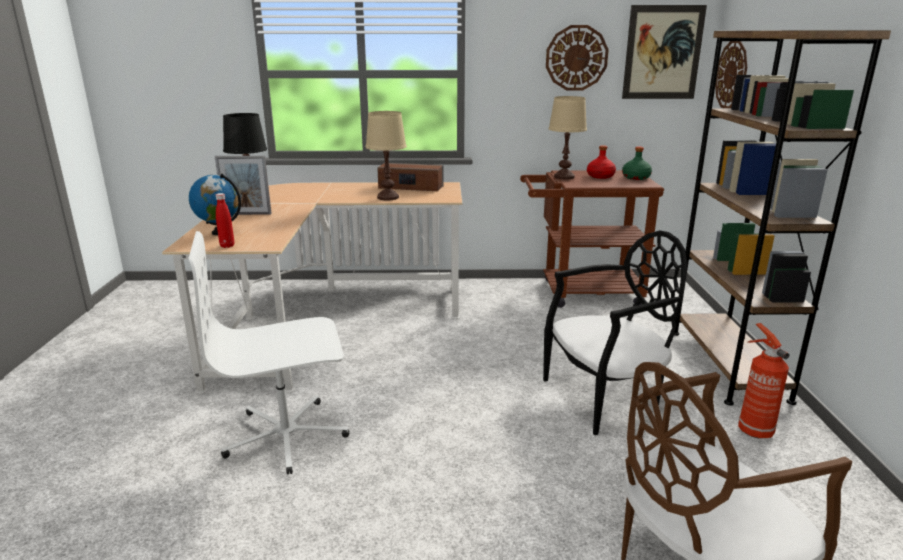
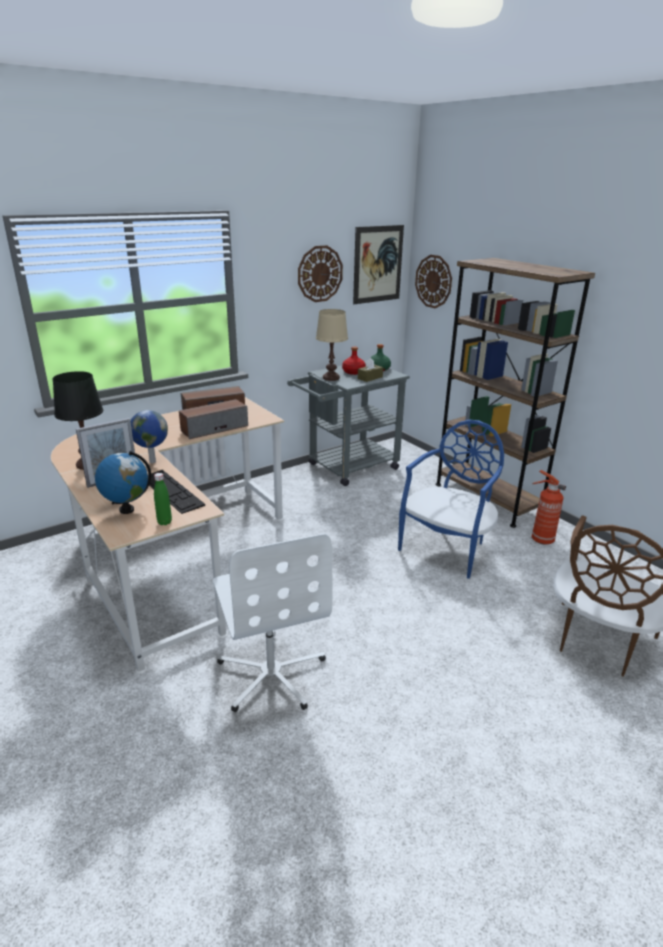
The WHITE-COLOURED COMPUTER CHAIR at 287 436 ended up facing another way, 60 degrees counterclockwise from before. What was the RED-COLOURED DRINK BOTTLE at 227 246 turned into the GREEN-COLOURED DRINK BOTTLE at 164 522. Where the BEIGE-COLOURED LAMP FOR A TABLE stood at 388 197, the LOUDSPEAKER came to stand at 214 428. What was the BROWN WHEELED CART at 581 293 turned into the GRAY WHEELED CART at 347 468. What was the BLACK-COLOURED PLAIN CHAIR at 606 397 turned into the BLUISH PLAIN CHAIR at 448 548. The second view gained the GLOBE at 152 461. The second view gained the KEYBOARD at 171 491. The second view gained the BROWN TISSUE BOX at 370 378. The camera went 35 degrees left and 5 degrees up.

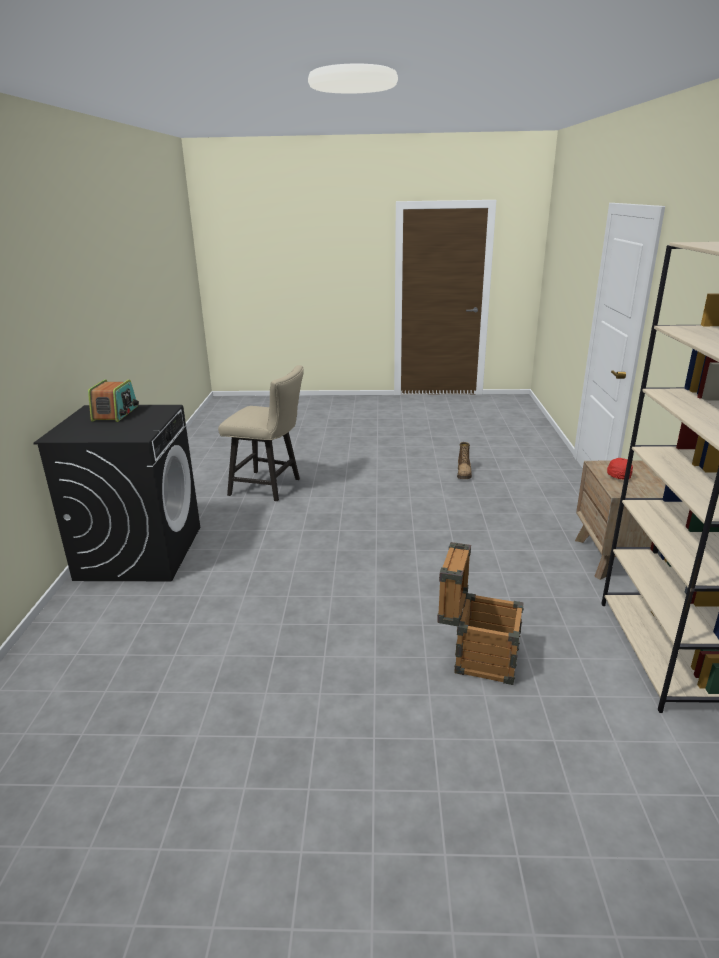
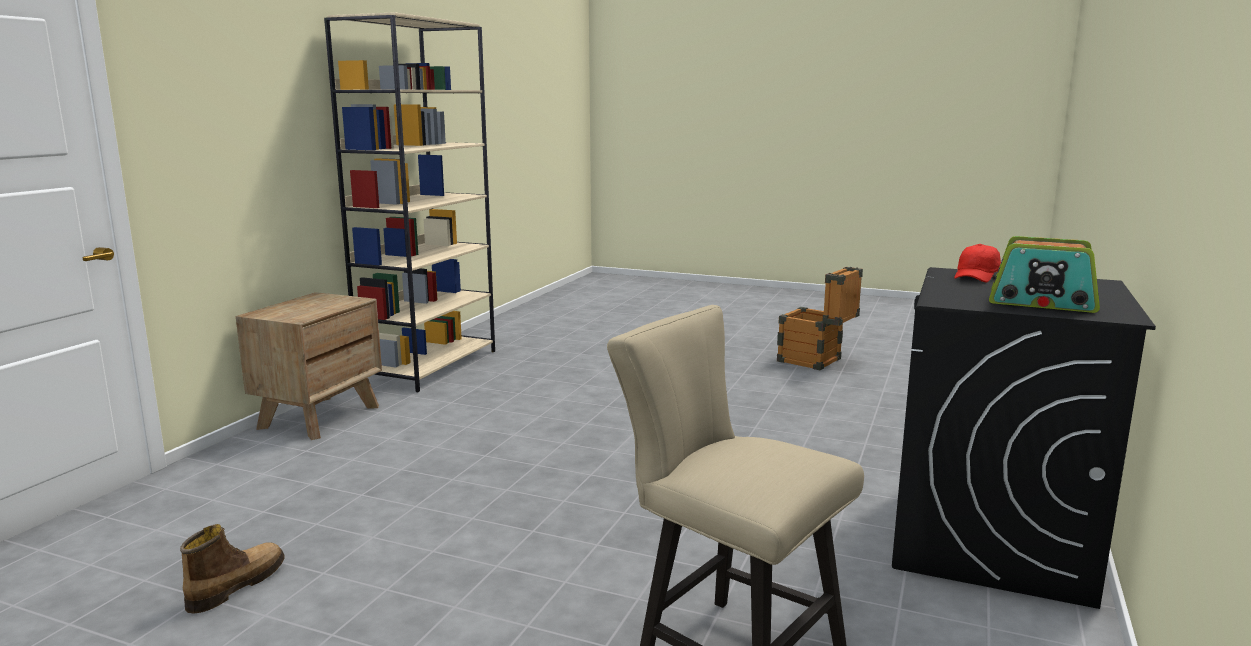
The RADIO at 115 414 ended up facing another way, 90 degrees counterclockwise from before. The CRATE ended up elsewhere, having gone from 477 657 to 816 362. The RED-COLOURED PEAKED CAP ended up elsewhere, having gone from 617 474 to 976 276. The camera went 160 degrees left and 10 degrees down.

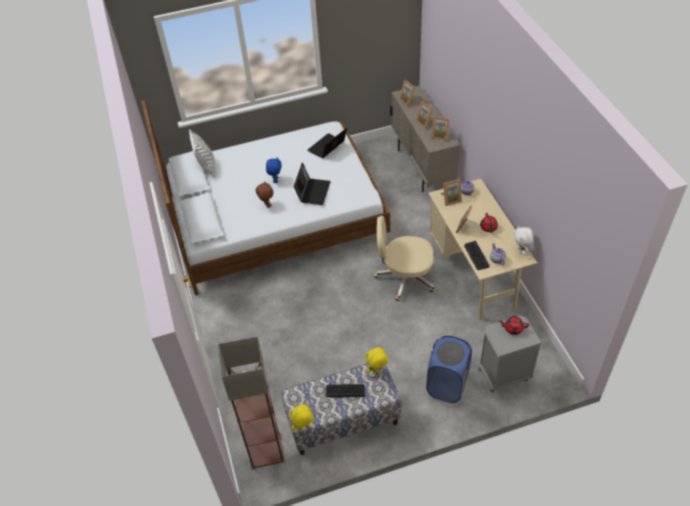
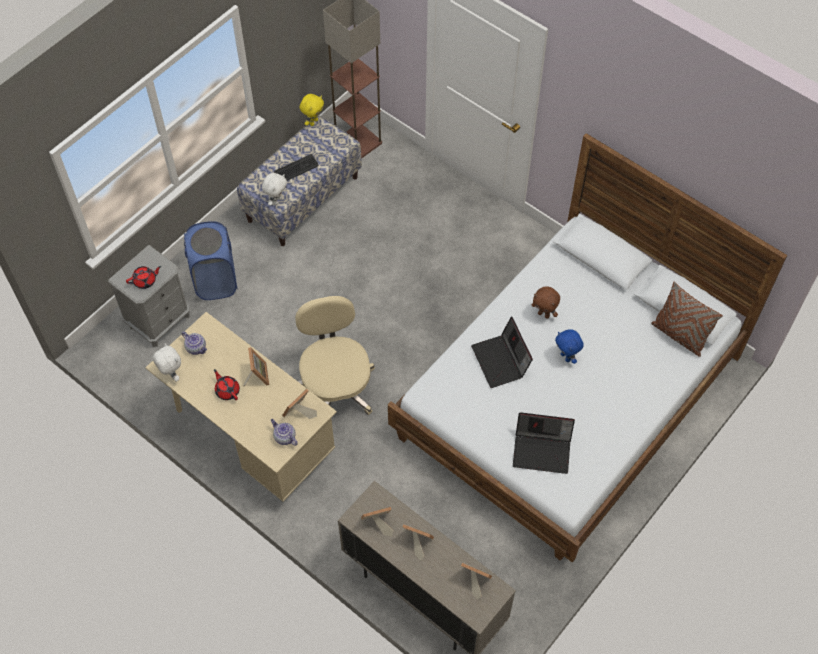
What was the WHITE-COLOURED THROW PILLOW at 206 166 turned into the BROWN THROW PILLOW at 679 335. The PORTABLE COMPUTER at 327 148 ended up facing another way, 90 degrees clockwise from before. What was the YELLOW PLUSH TOY at 377 371 turned into the WHITE-COLOURED PLUSH TOY at 277 200. The BEIGE-COLOURED COMPUTER CHAIR at 404 277 ended up facing another way, 75 degrees counterclockwise from before. The second view lost the KEYBOARD at 476 256. The camera went 145 degrees right and 10 degrees up.

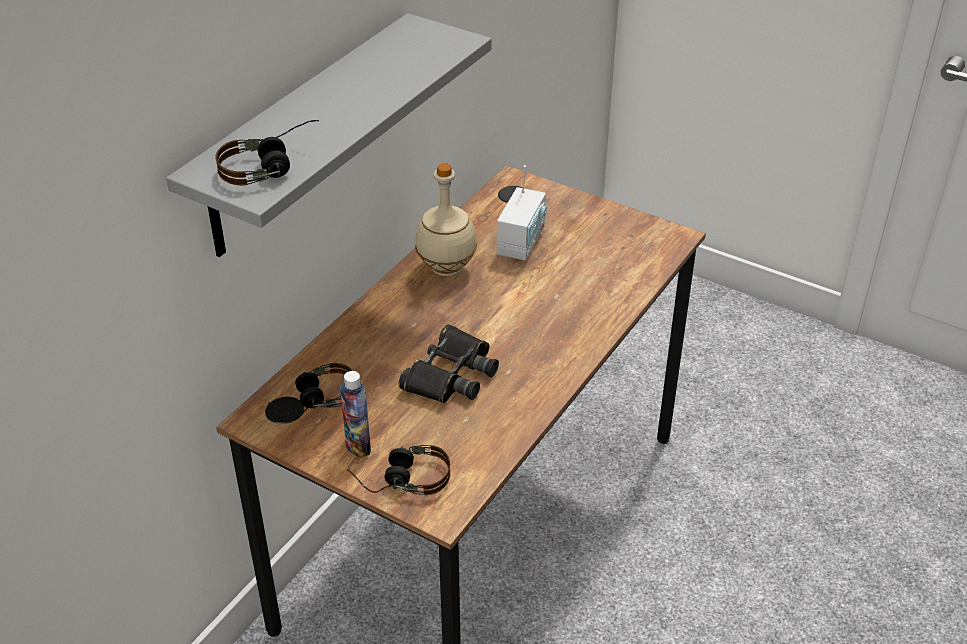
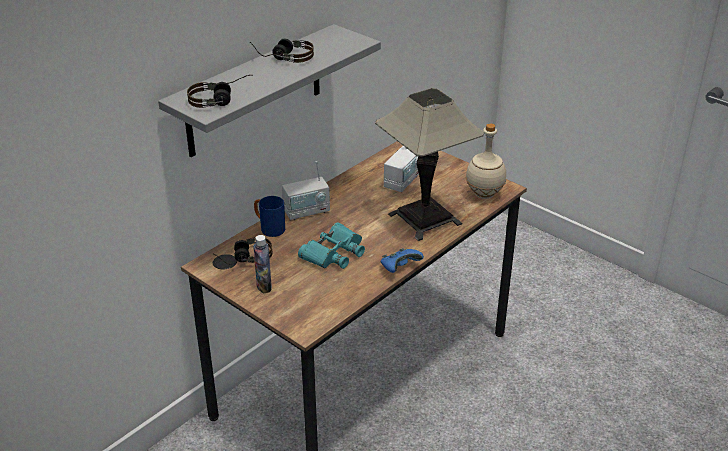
The HEADPHONES ended up elsewhere, having gone from 401 479 to 283 57. What was the BLACK-COLOURED PAIR OF BINOCULARS at 451 374 turned into the TURQUOISE PAIR OF BINOCULARS at 334 253. The BEIGE-COLOURED DRINK BOTTLE ended up elsewhere, having gone from 446 269 to 483 195. The second view gained the BLUISH TEA MUG at 269 228. The second view gained the RADIO at 307 212. The second view gained the LAMP FOR A TABLE at 425 219. The second view gained the BLUISH GAME CONTROLLER at 399 268. The camera went 10 degrees right and 5 degrees down.

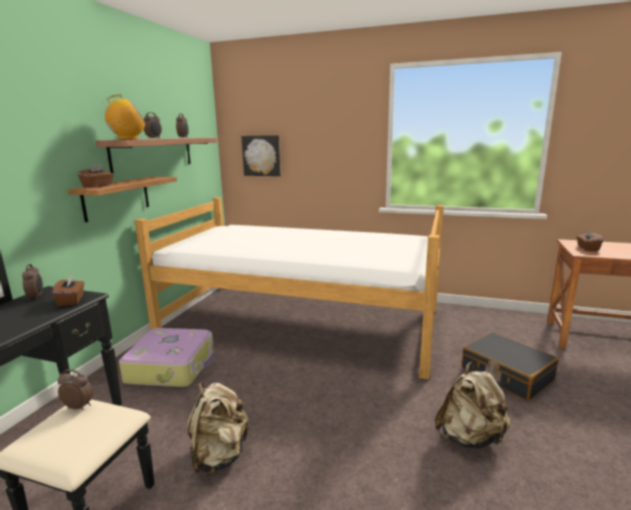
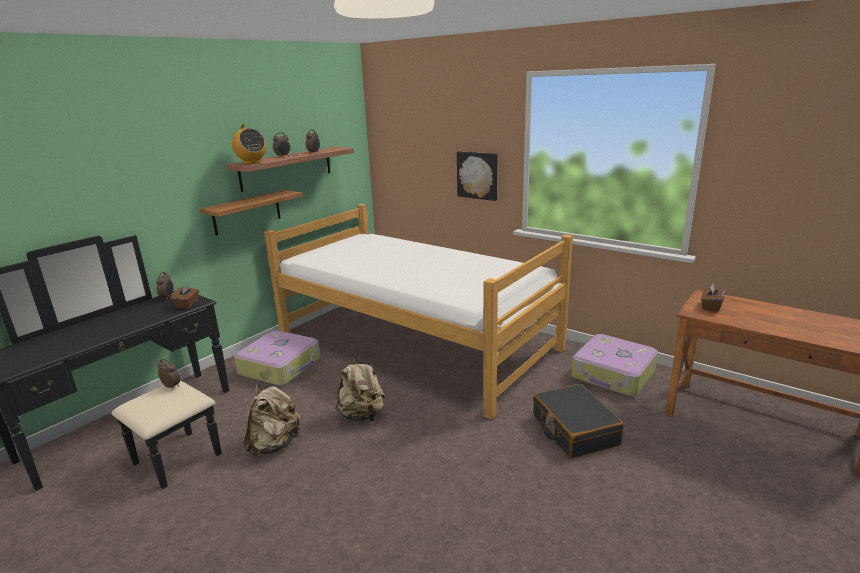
The second view lost the BROWN TISSUE BOX at 98 186. The RADIO at 128 139 ended up facing another way, 60 degrees clockwise from before. The WALL ART ended up elsewhere, having gone from 262 155 to 478 175. The BEIGE-COLOURED RUCKSACK ended up elsewhere, having gone from 470 438 to 362 415. The second view gained the TRAVEL CASE at 613 375. The camera went 20 degrees right and 5 degrees up.

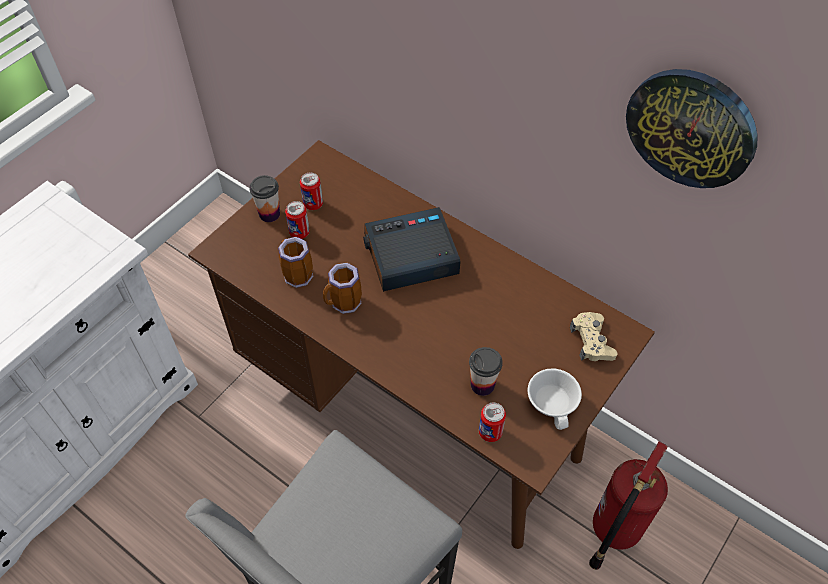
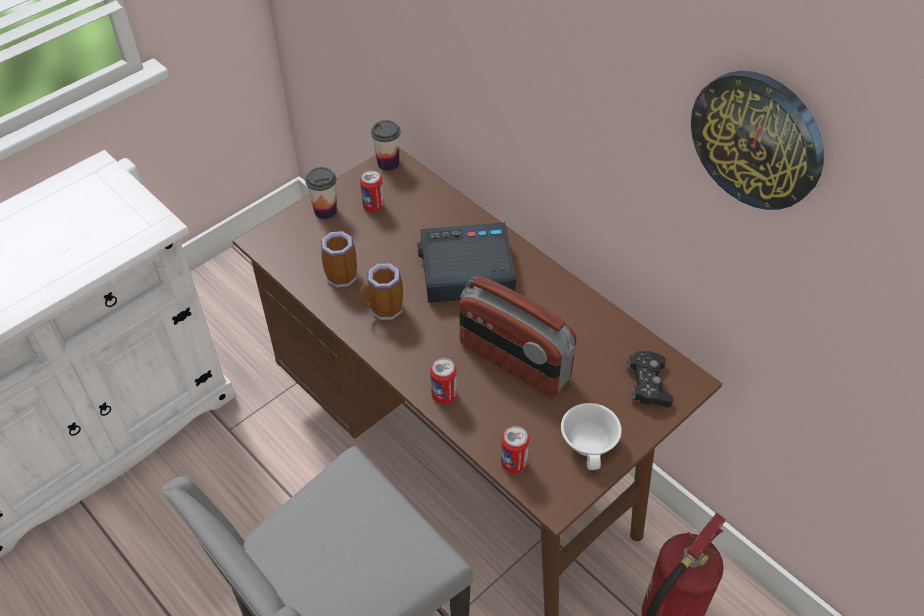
The CAN ended up elsewhere, having gone from 299 233 to 444 395. The SMALL CUP ended up elsewhere, having gone from 482 385 to 388 163. What was the BEIGE-COLOURED GAME CONTROLLER at 592 341 turned into the BLACK-COLOURED GAME CONTROLLER at 648 384. The second view gained the RADIO at 513 362. The camera went 10 degrees right and 5 degrees down.

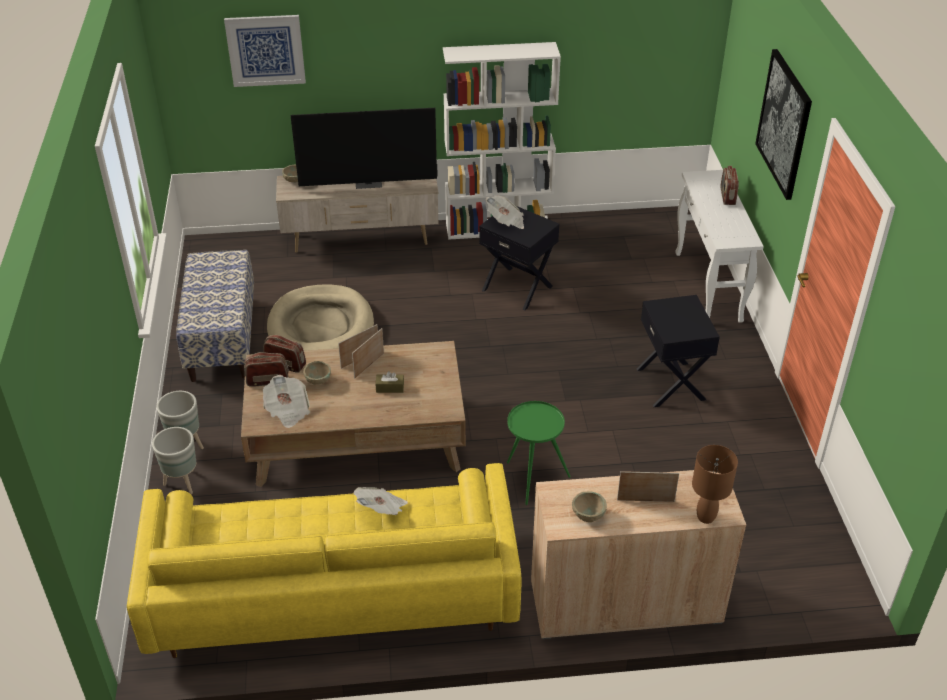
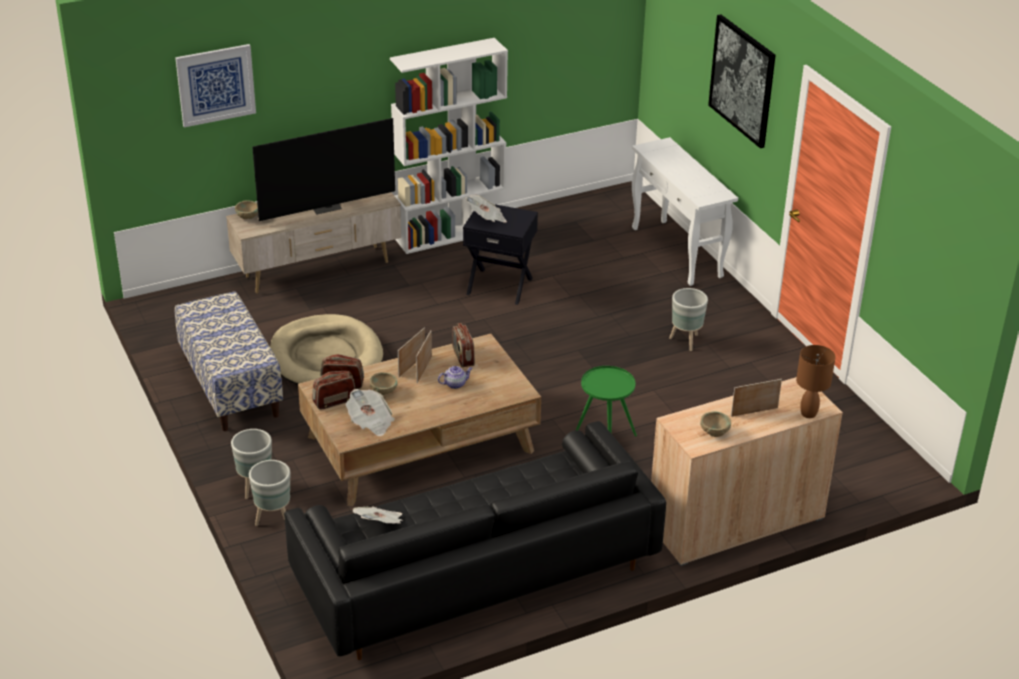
What was the YELLOW SOFA at 333 591 turned into the BLACK-COLOURED SOFA at 475 573. The NEWSPAPER ended up elsewhere, having gone from 382 509 to 380 525. Where the BROWN TISSUE BOX stood at 390 387, the TEAPOT came to stand at 455 384. Where the BLACK-COLOURED ACCENT TABLE stood at 672 384, the GRAY PLANT POT came to stand at 686 341. The RADIO ended up elsewhere, having gone from 727 196 to 462 357. The camera went 20 degrees left and 5 degrees down.

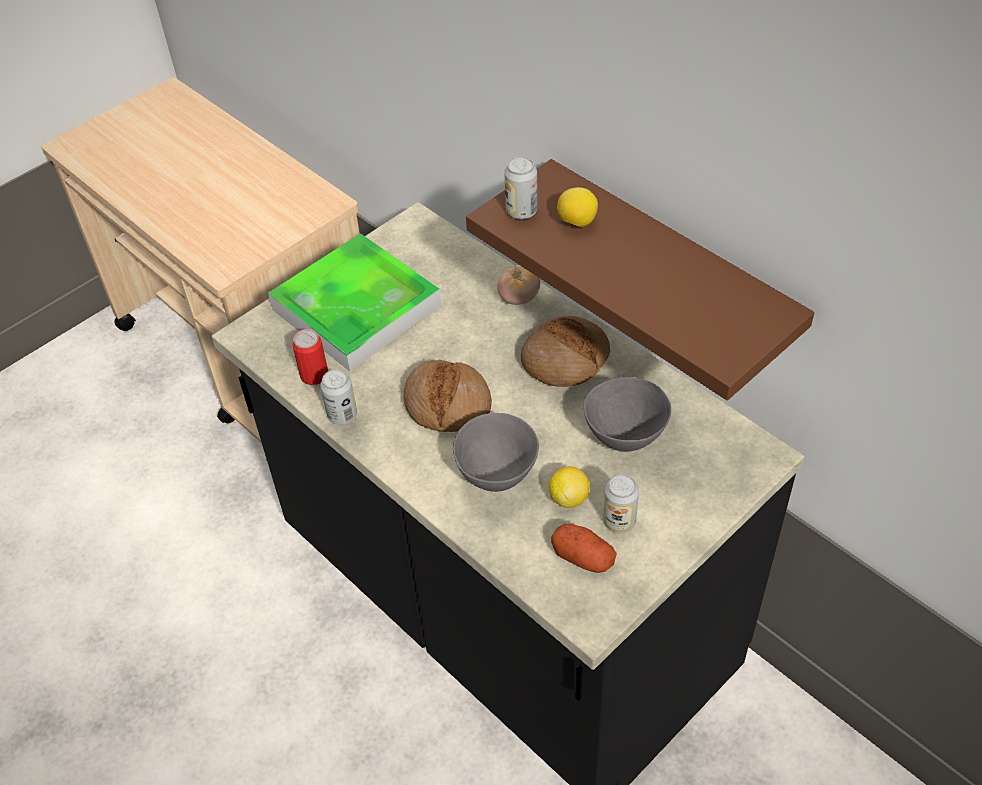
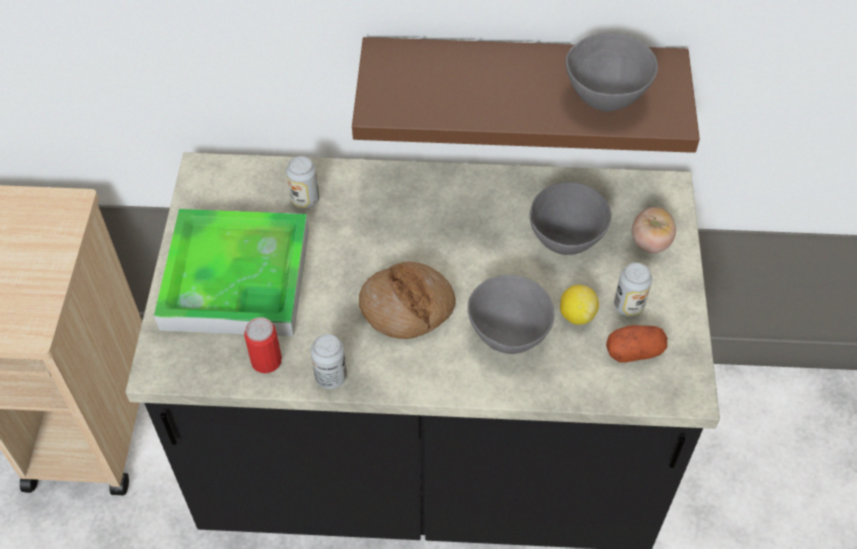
The TOMATO ended up elsewhere, having gone from 519 298 to 650 242. The CAN ended up elsewhere, having gone from 521 211 to 305 200. The second view lost the BAKED BREAD at 565 360. The second view lost the WHOLE LEMON at 576 222. The second view gained the GRAY BOWL at 605 100. The camera went 45 degrees left and 5 degrees up.

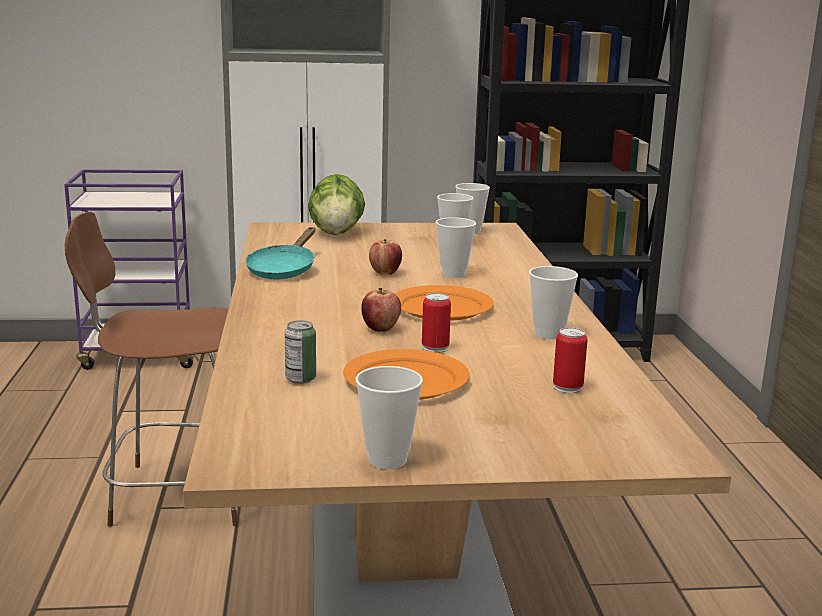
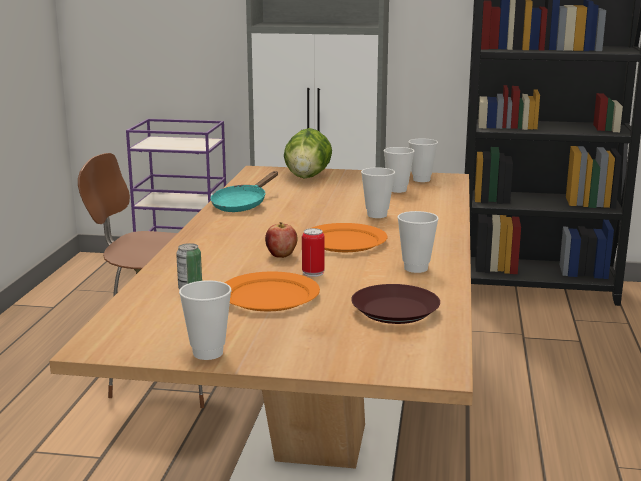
The second view lost the WHOLE APPLE at 385 273. Where the CAN stood at 567 387, the BROWN DINNER PLATE came to stand at 395 311. The camera went 15 degrees right and 0 degrees up.

